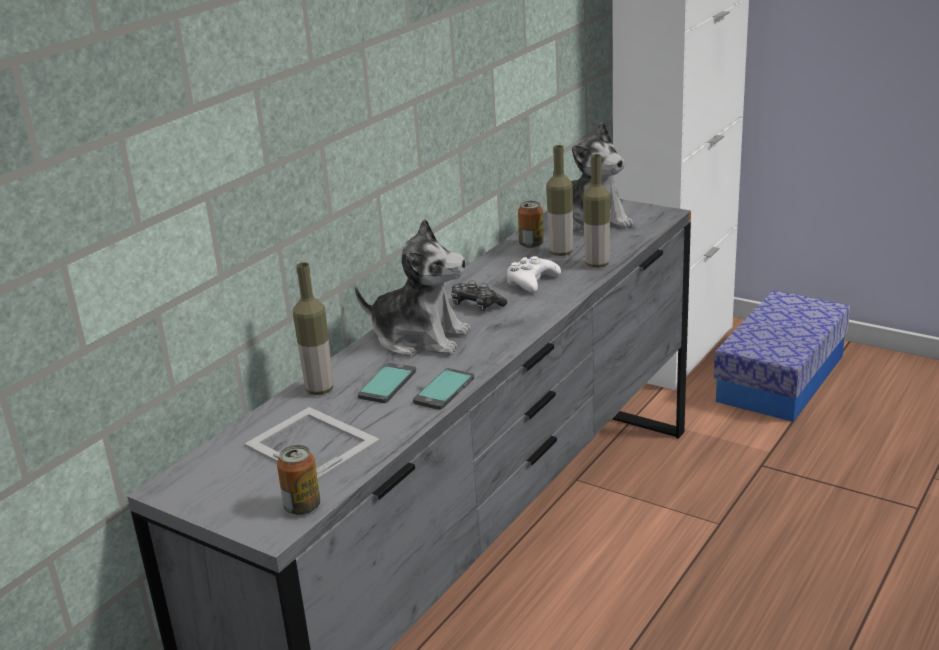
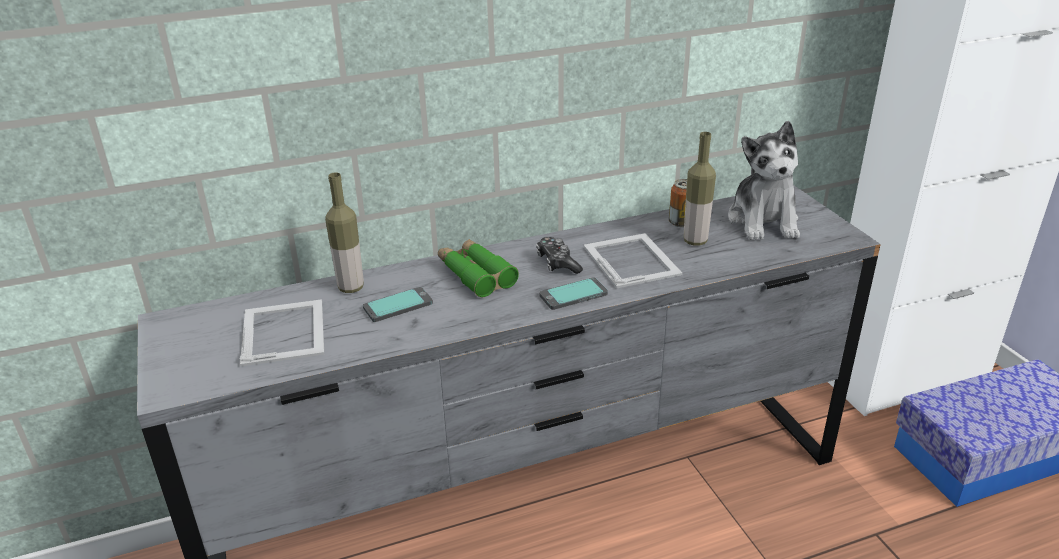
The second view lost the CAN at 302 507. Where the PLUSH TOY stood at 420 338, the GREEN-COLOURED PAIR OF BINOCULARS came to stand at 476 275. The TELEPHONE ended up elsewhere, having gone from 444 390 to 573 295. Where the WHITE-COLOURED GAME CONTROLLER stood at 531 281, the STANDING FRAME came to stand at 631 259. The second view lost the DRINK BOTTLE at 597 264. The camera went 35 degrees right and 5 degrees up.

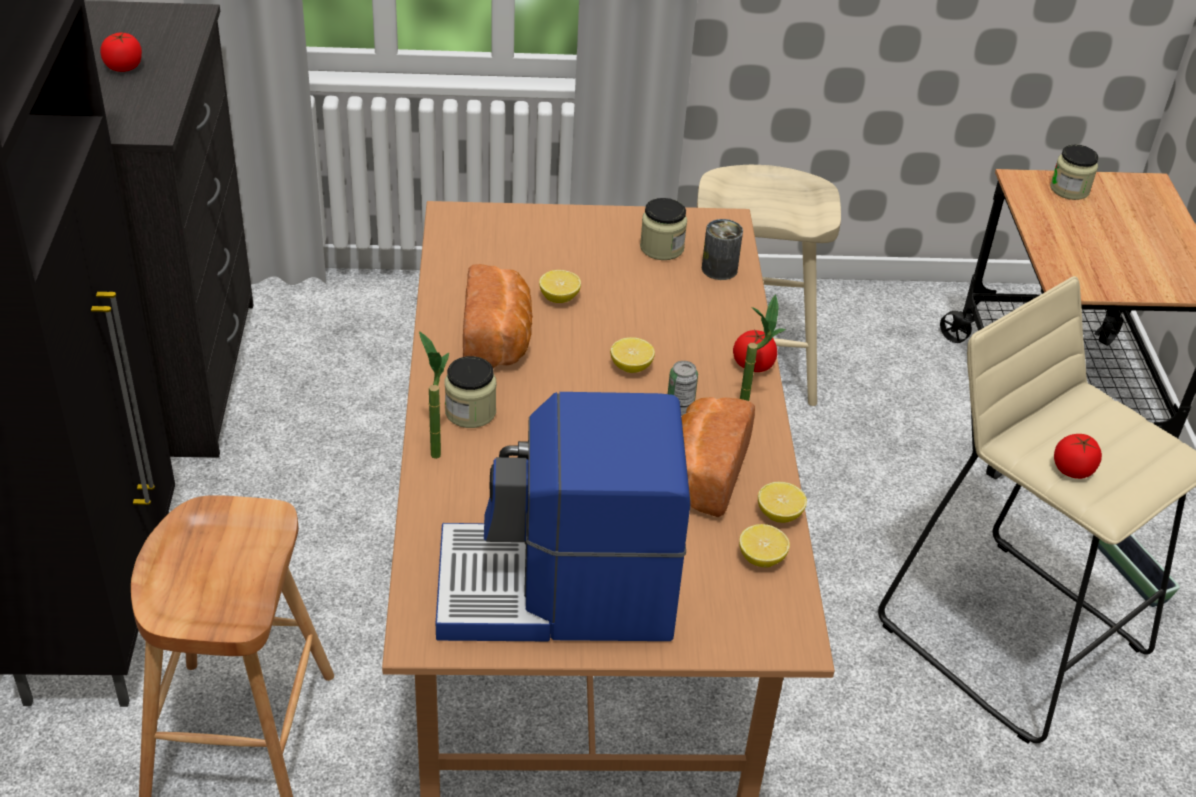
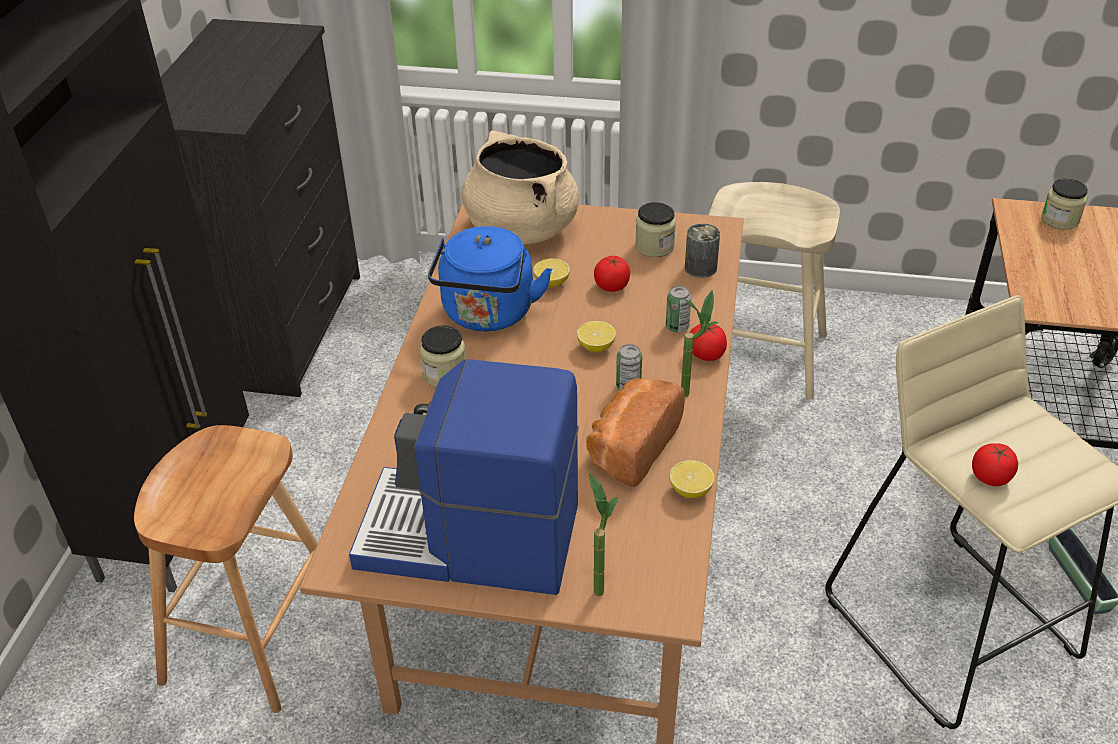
The TOMATO ended up elsewhere, having gone from 124 67 to 612 286. The PLANT IN A POT ended up elsewhere, having gone from 434 447 to 598 583. Where the BAKED BREAD stood at 498 340, the BLUISH TEA KETTLE came to stand at 488 315. The second view lost the WHOLE LEMON at 761 558. The second view gained the BEIGE-COLOURED SAUCEPOT at 521 229. The second view gained the CAN at 677 327. The camera went 15 degrees right and 0 degrees up.

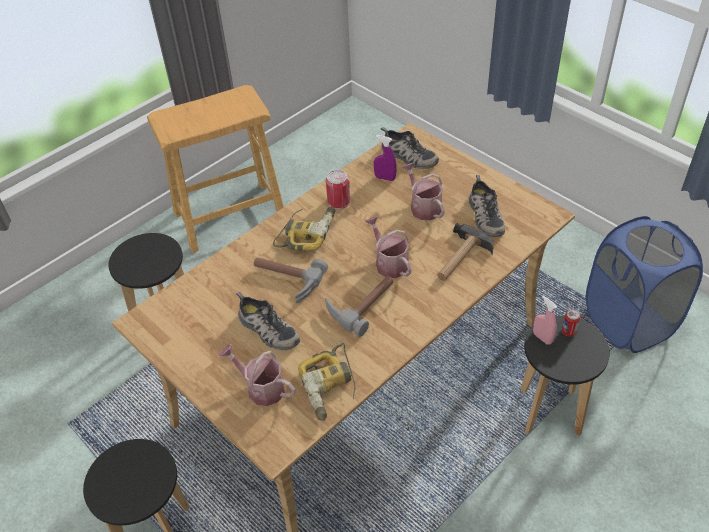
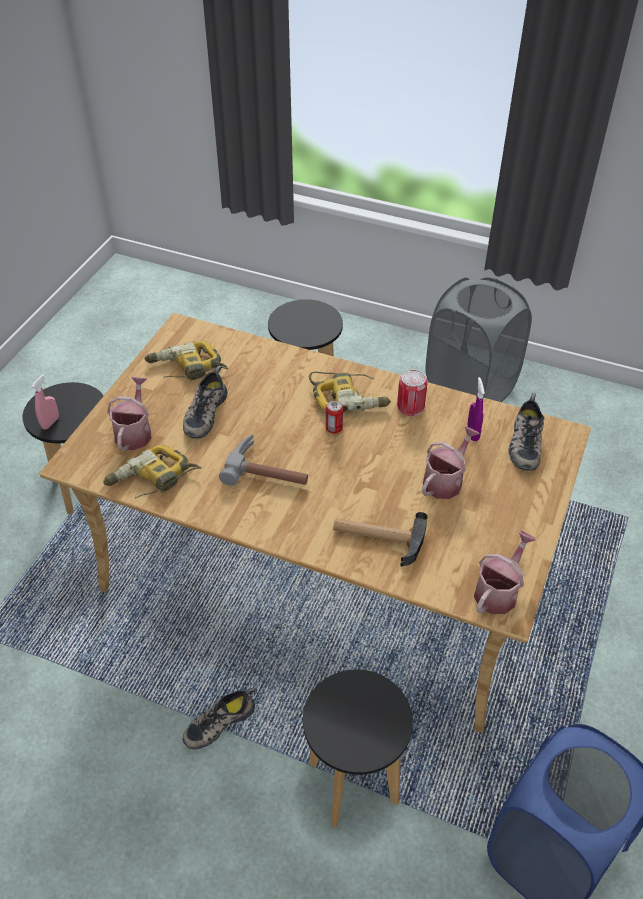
Where the BEIGE-COLOURED SITTING STOOL stood at 230 216, the GRAY WASHING BASKET came to stand at 470 388. The second view lost the HAND HAMMER at 285 281. The WATERING CAN ended up elsewhere, having gone from 389 262 to 499 591. The LOW SHOE ended up elsewhere, having gone from 484 215 to 219 721. The PINK HAND SPRAYER ended up elsewhere, having gone from 542 338 to 50 422. The CAN ended up elsewhere, having gone from 568 331 to 334 428. The second view gained the ELECTRIC DRILL at 186 369. The camera went 65 degrees right and 0 degrees up.

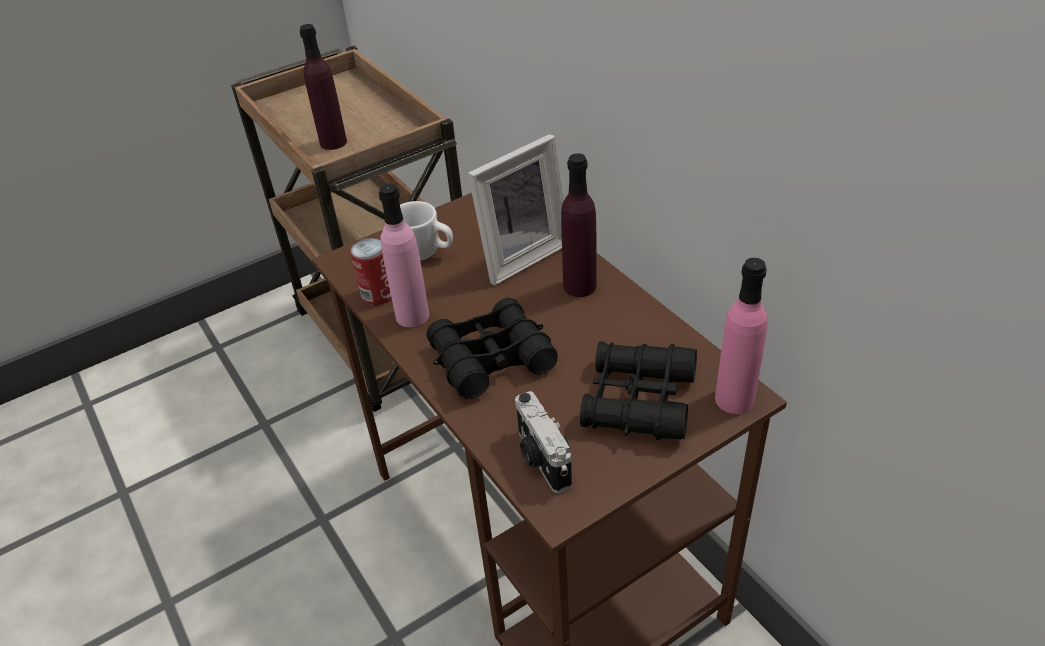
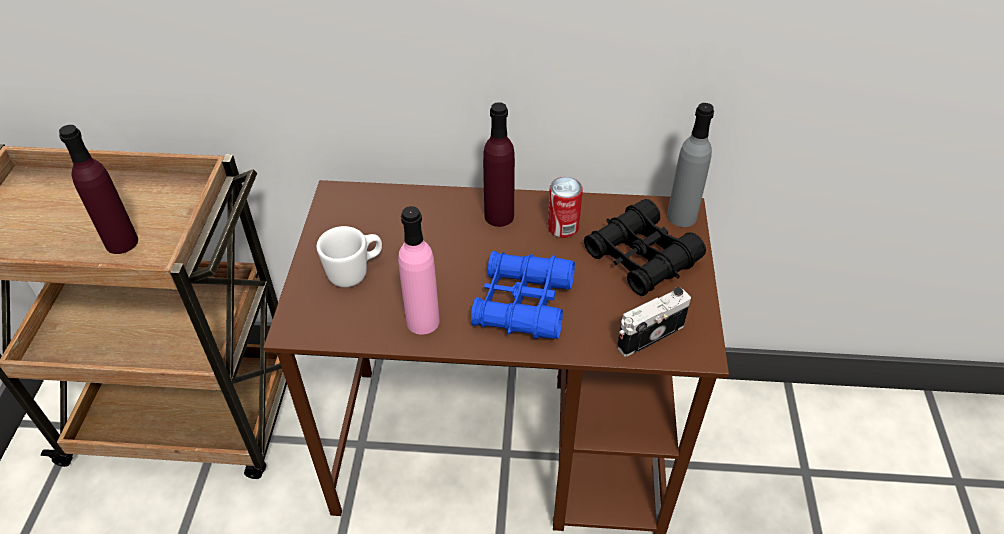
The CAN ended up elsewhere, having gone from 378 294 to 563 227. What was the BLACK-COLOURED PAIR OF BINOCULARS at 491 358 turned into the BLUISH PAIR OF BINOCULARS at 523 303. The second view lost the STANDING FRAME at 519 255. The STILL CAMERA at 541 459 ended up facing another way, 135 degrees clockwise from before. What was the PINK DRINK BOTTLE at 734 399 turned into the GRAY DRINK BOTTLE at 682 216. The camera went 55 degrees left and 5 degrees up.

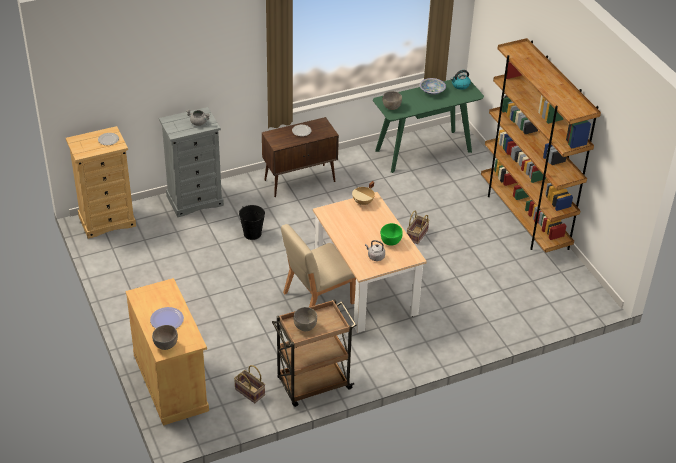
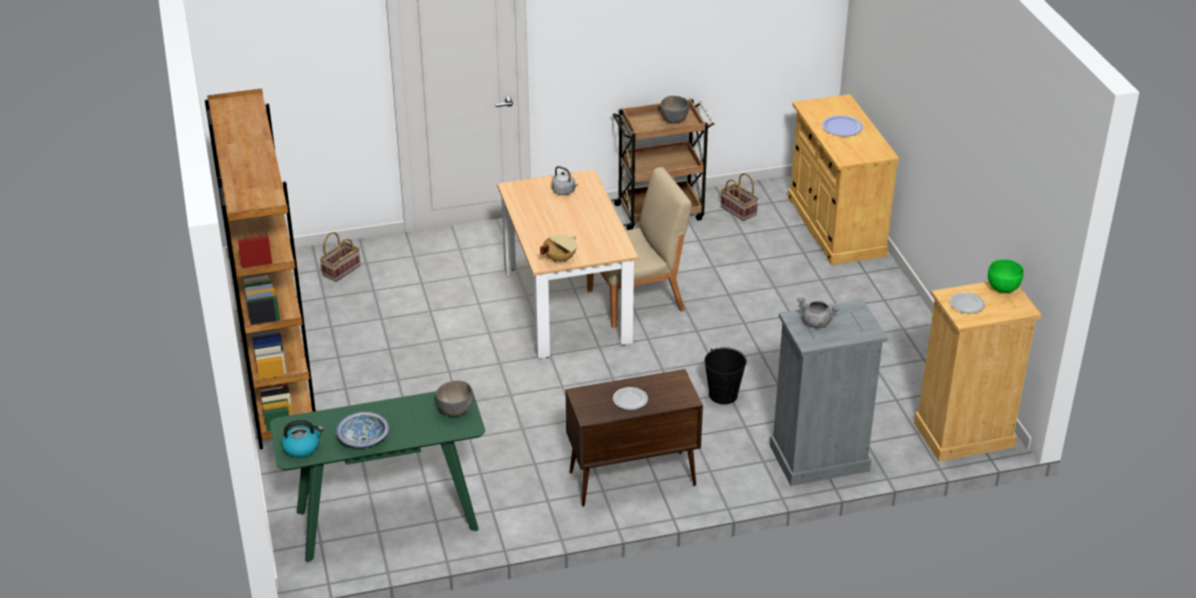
The second view lost the GRAY BOWL at 166 345. The GREEN-COLOURED BOWL ended up elsewhere, having gone from 391 241 to 1002 288. The HOUSEHOLD BASKET ended up elsewhere, having gone from 417 236 to 341 270. The camera went 170 degrees left and 5 degrees down.

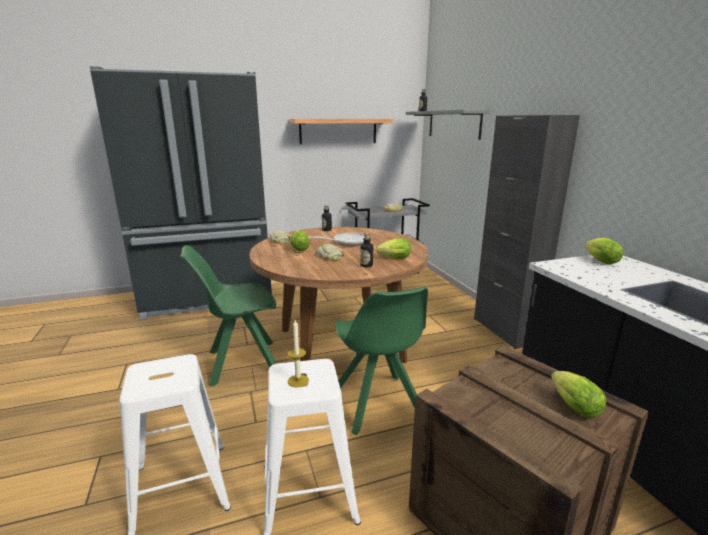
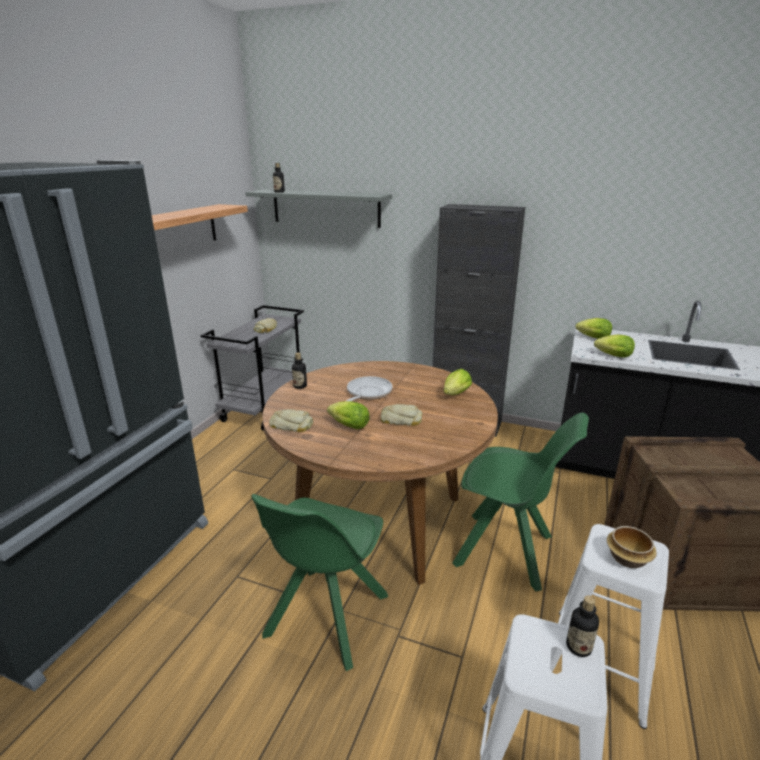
Where the WAX LIGHT stood at 298 381, the BOWL came to stand at 628 559. The DRINK BOTTLE ended up elsewhere, having gone from 366 265 to 578 647. The LETTUCE HEAD ended up elsewhere, having gone from 571 405 to 611 356. The camera went 50 degrees left and 5 degrees up.

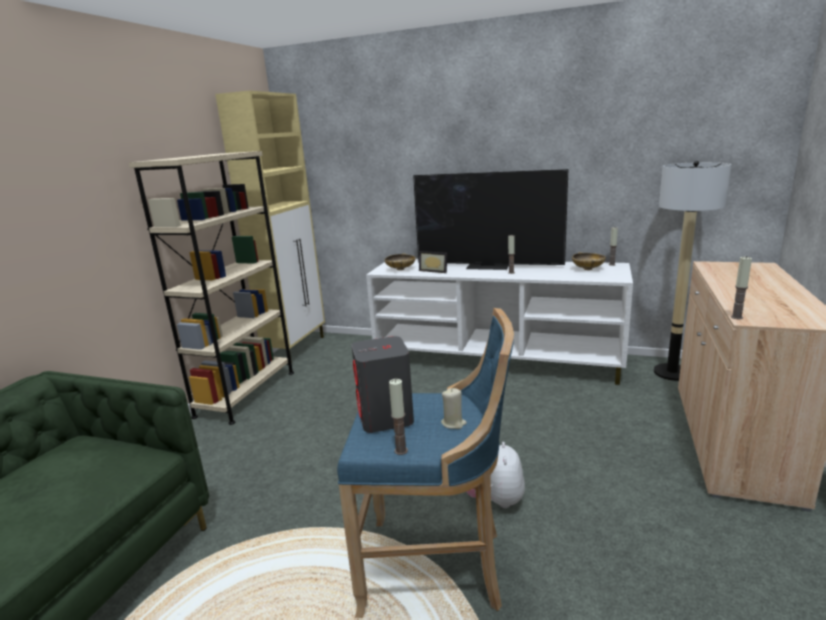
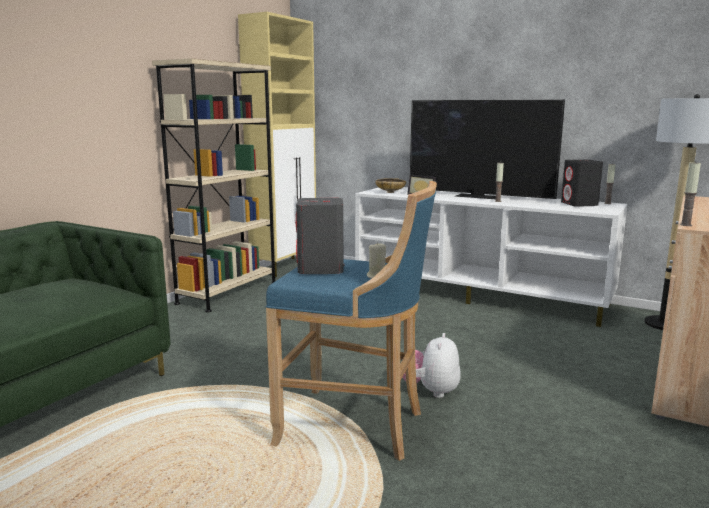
The second view lost the WAX LIGHT at 401 450. Where the BEIGE-COLOURED BOWL stood at 588 269, the BLACK-COLOURED LOUDSPEAKER came to stand at 579 204. The camera went 10 degrees right and 5 degrees down.

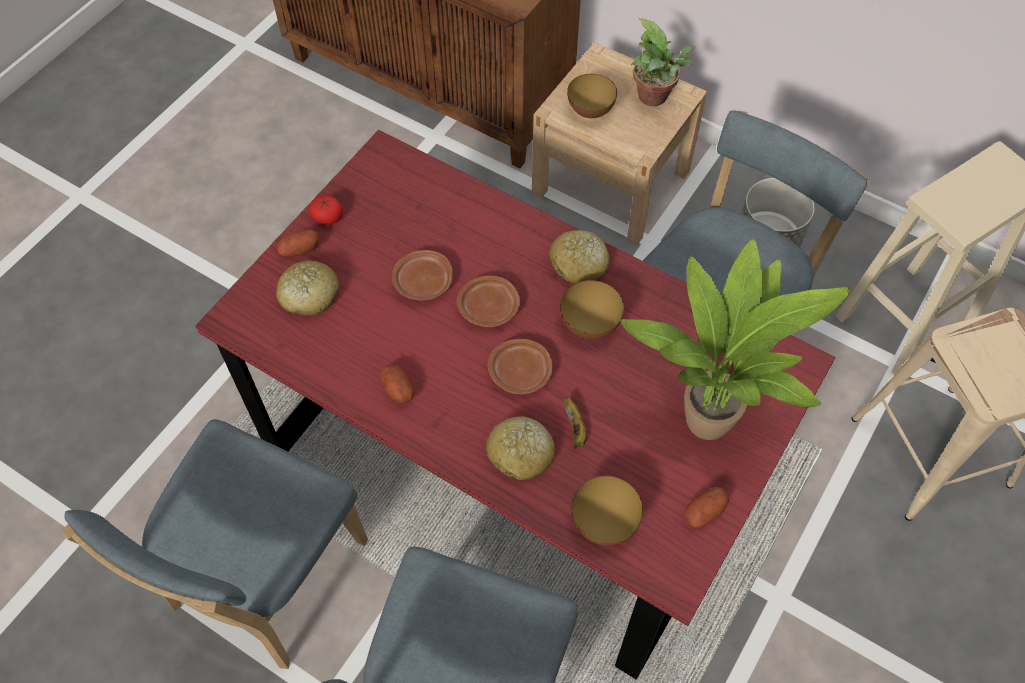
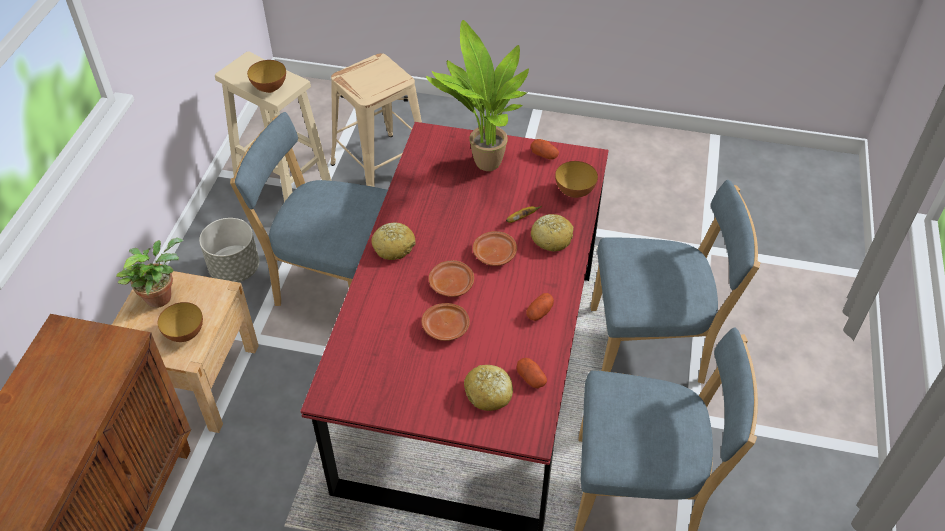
The WHOLE POTATO ended up elsewhere, having gone from 299 250 to 531 378. The second view lost the TOMATO at 328 217. The BOWL ended up elsewhere, having gone from 590 325 to 270 88. The camera went 110 degrees left and 10 degrees down.

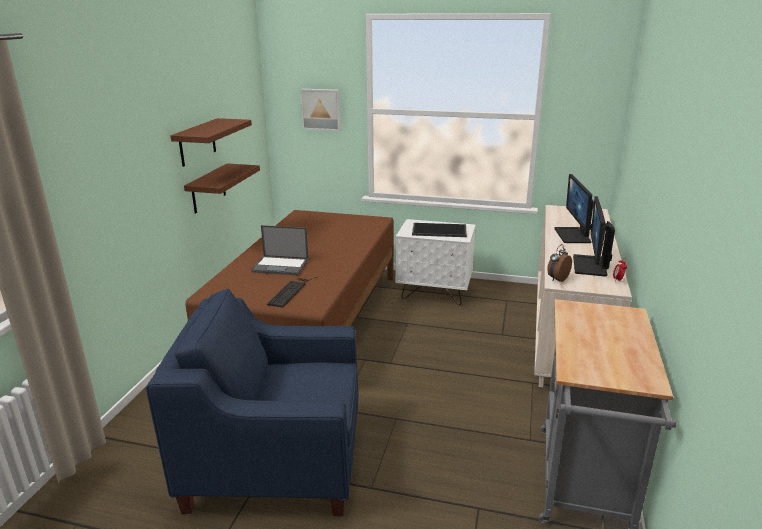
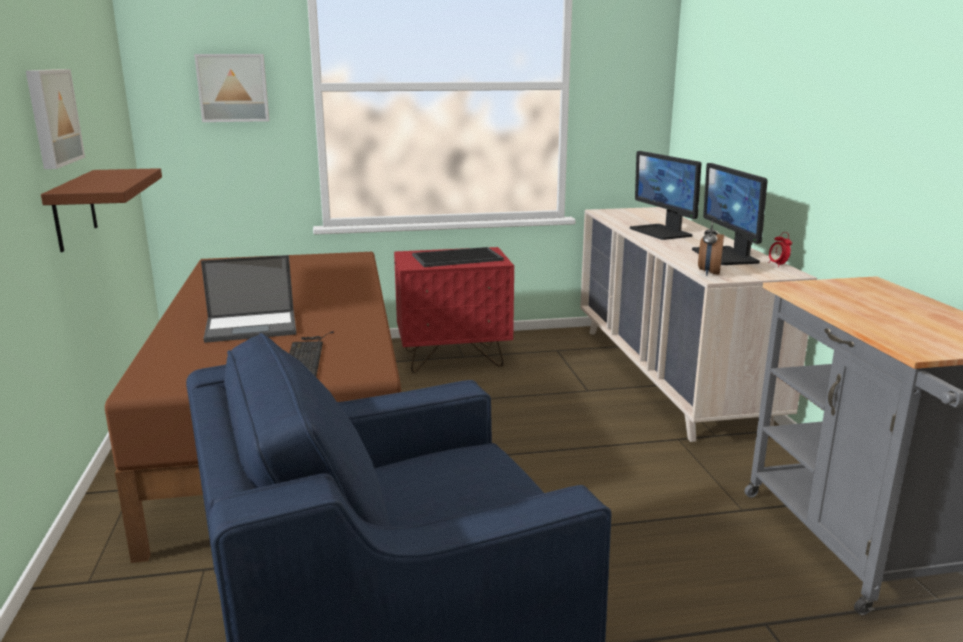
Where the BROWN BRACKET SHELF hung at 197 142, the WALL ART came to hang at 51 117. What was the WHITE-COLOURED BEDSIDE TABLE at 434 293 turned into the RED-COLOURED BEDSIDE TABLE at 453 358. The camera went 25 degrees left and 5 degrees down.

